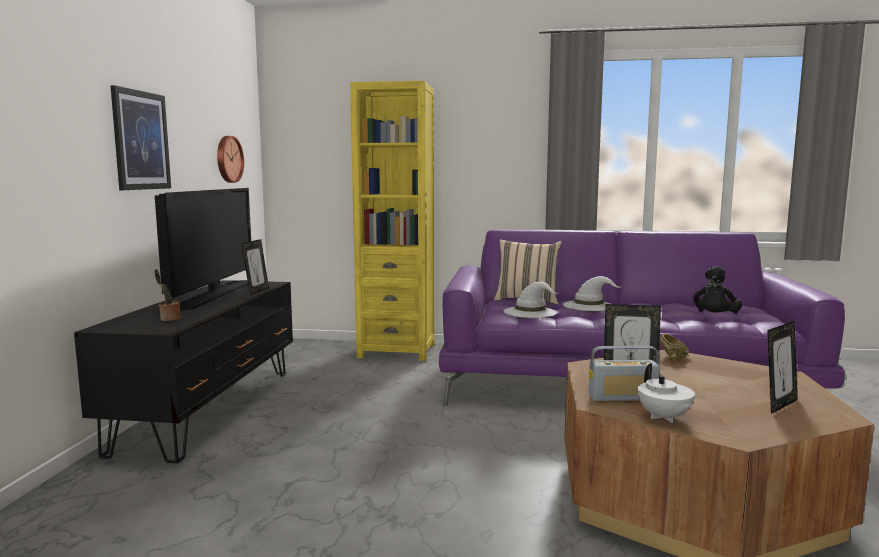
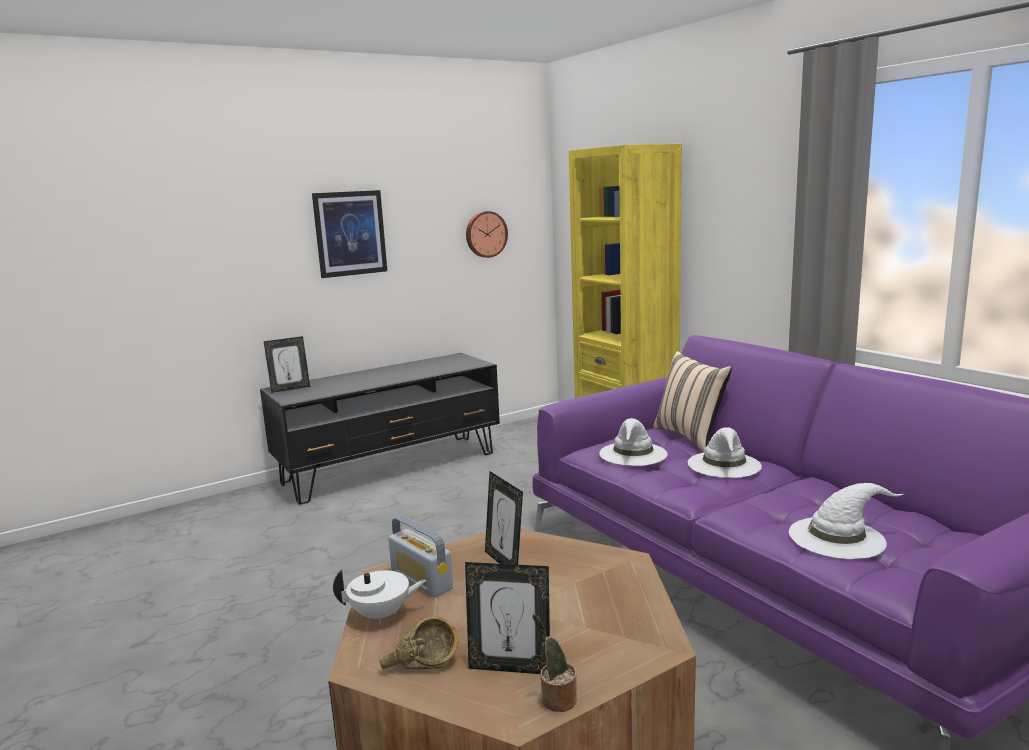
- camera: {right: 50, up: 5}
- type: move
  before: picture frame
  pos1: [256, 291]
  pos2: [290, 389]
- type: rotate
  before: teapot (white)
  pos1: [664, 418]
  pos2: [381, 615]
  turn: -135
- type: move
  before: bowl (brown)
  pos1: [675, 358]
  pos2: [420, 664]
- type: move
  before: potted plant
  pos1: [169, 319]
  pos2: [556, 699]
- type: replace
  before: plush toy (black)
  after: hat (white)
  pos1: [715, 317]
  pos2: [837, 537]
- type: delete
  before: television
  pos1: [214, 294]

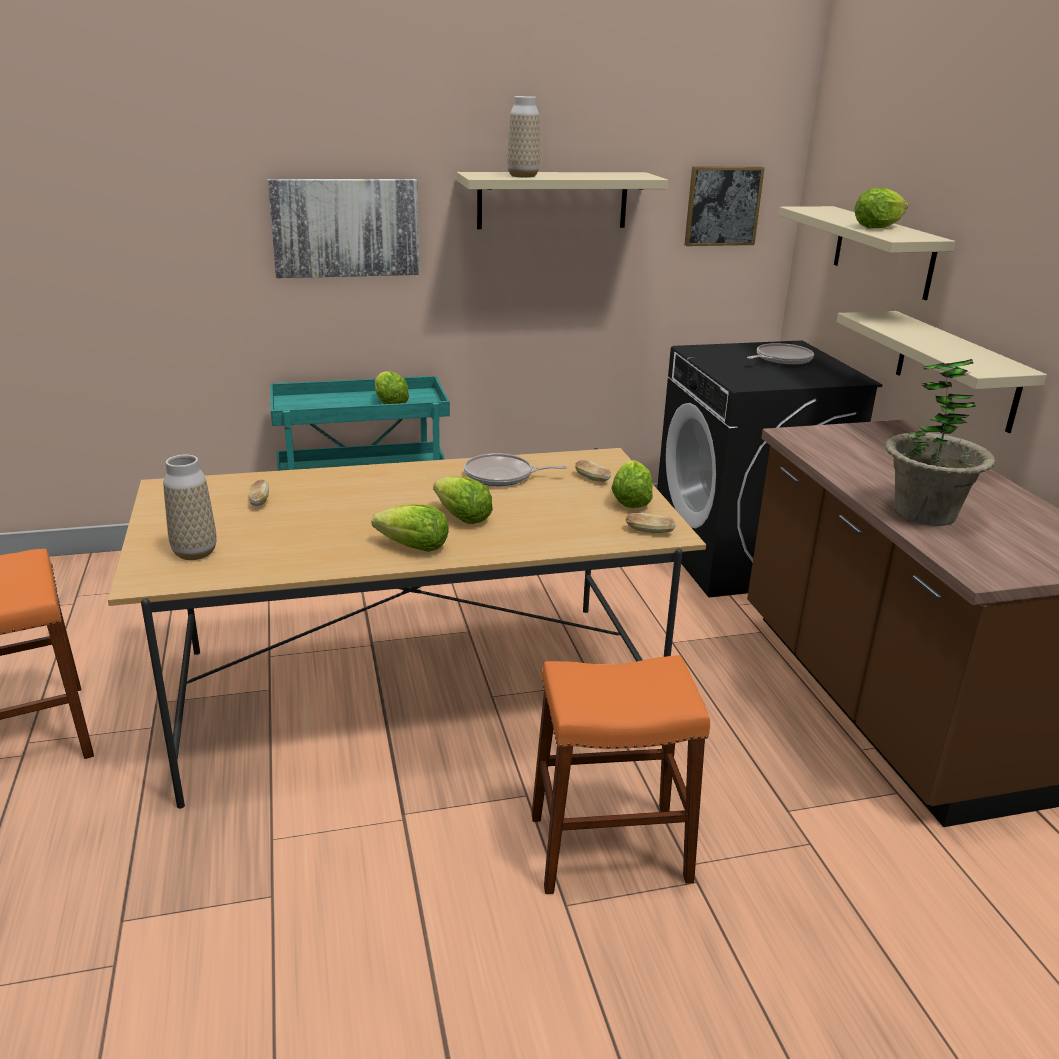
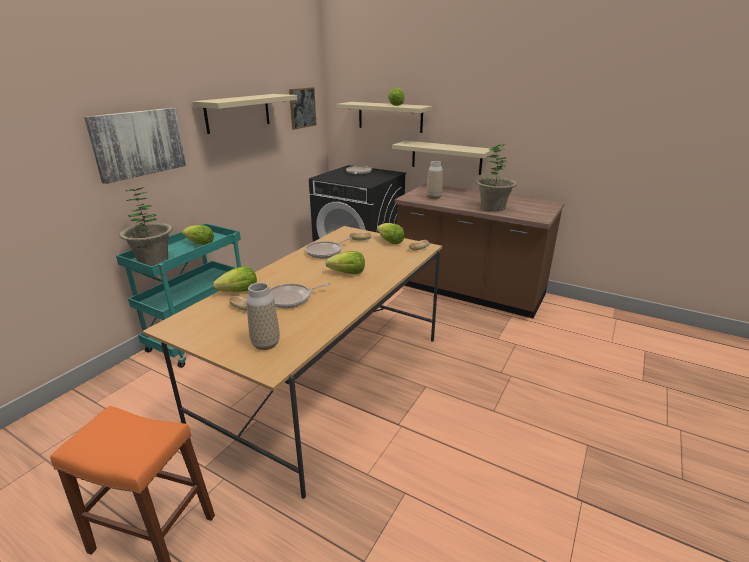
- camera: {right: -45, up: 0}
- type: insert
  after: potted plant
  pos2: [153, 260]
- type: move
  before: lettuce
  pos1: [414, 547]
  pos2: [239, 291]
- type: insert
  after: frying pan
  pos2: [291, 299]
- type: move
  before: vase
  pos1: [523, 176]
  pos2: [434, 197]
- type: delete
  before: stool (orange)
  pos1: [609, 848]

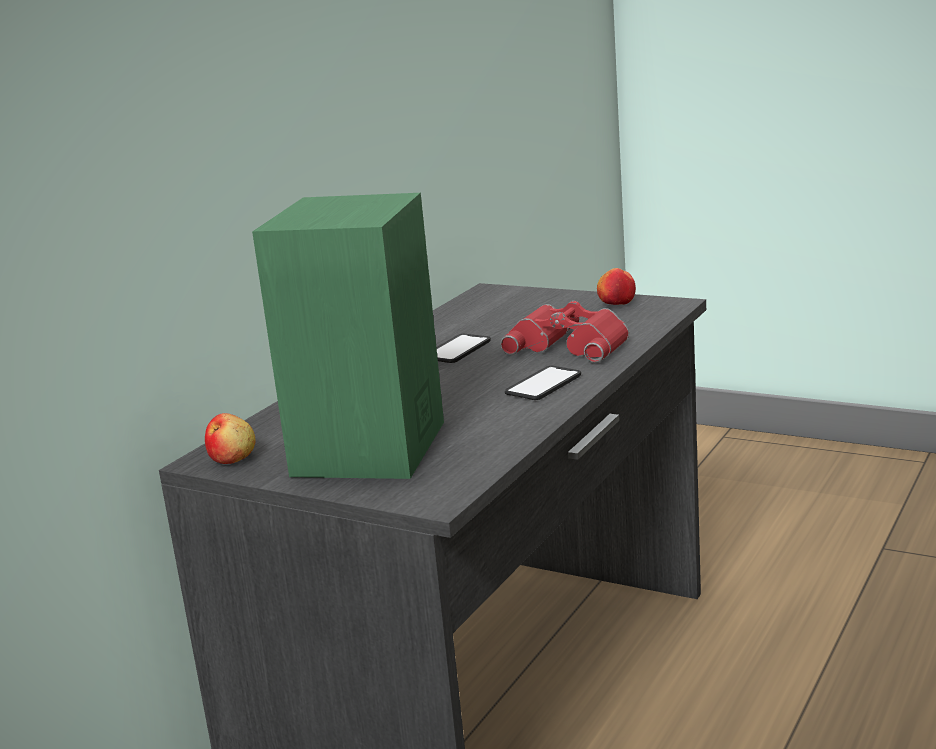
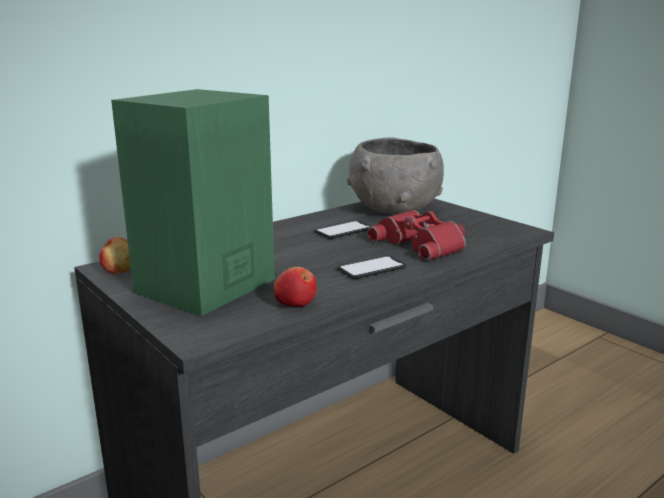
- camera: {right: 20, up: 0}
- type: move
  before: apple
  pos1: [616, 303]
  pos2: [295, 303]
- type: insert
  after: bowl (grey)
  pos2: [396, 210]

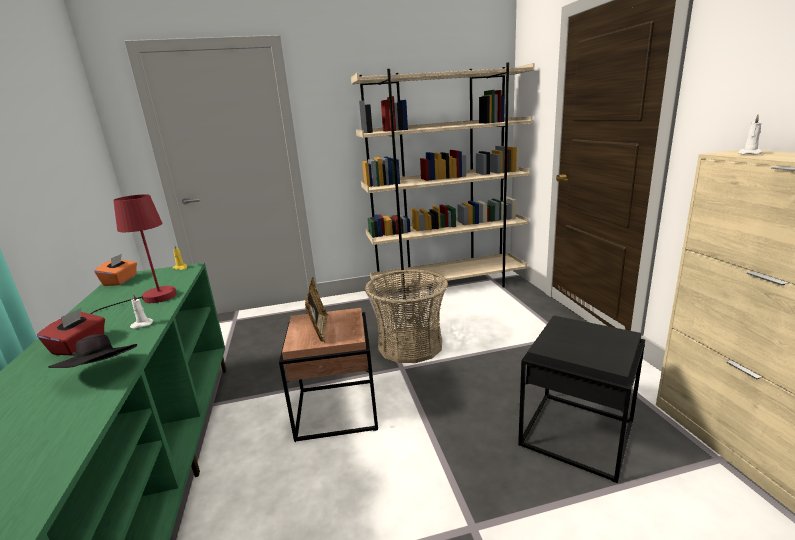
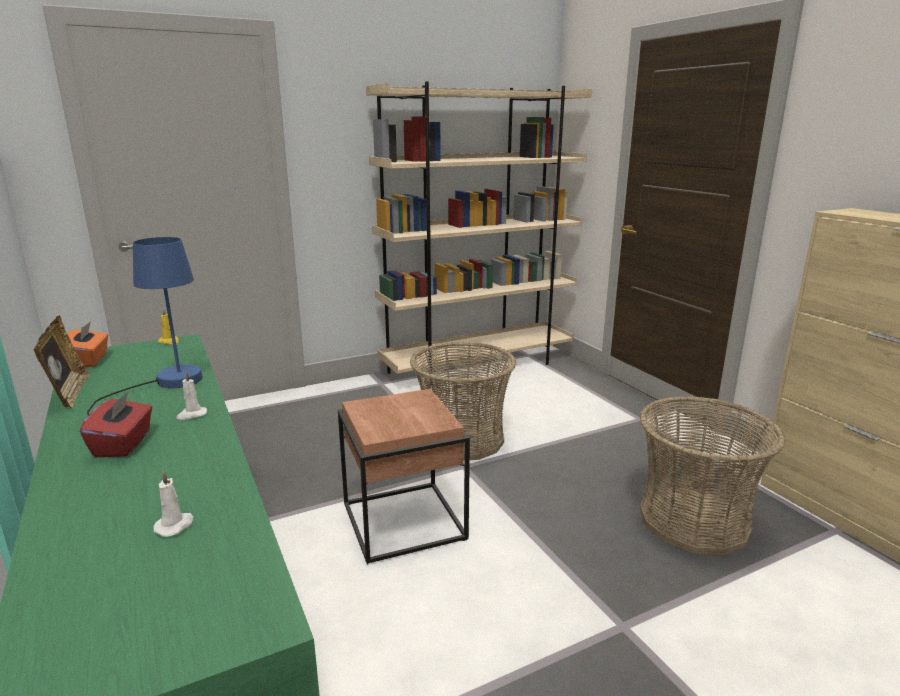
- camera: {right: -15, up: 0}
- type: move
  before: picture frame
  pos1: [319, 330]
  pos2: [69, 393]
- type: recolor
  before: table lamp (red)
  after: table lamp (blue)
  pos1: [149, 300]
  pos2: [166, 384]
- type: move
  before: candle (white)
  pos1: [749, 154]
  pos2: [175, 525]
- type: replace
  before: side table (black)
  after: basket
  pos1: [578, 434]
  pos2: [694, 520]
- type: delete
  before: hat (black)
  pos1: [102, 373]

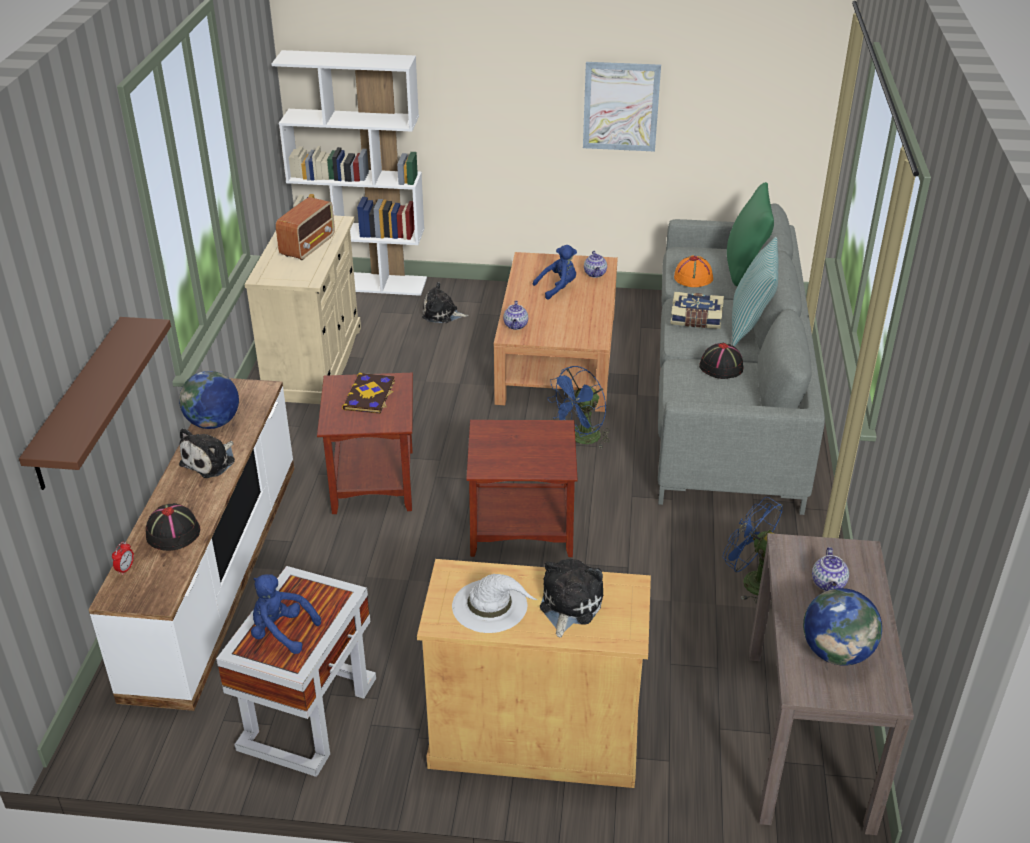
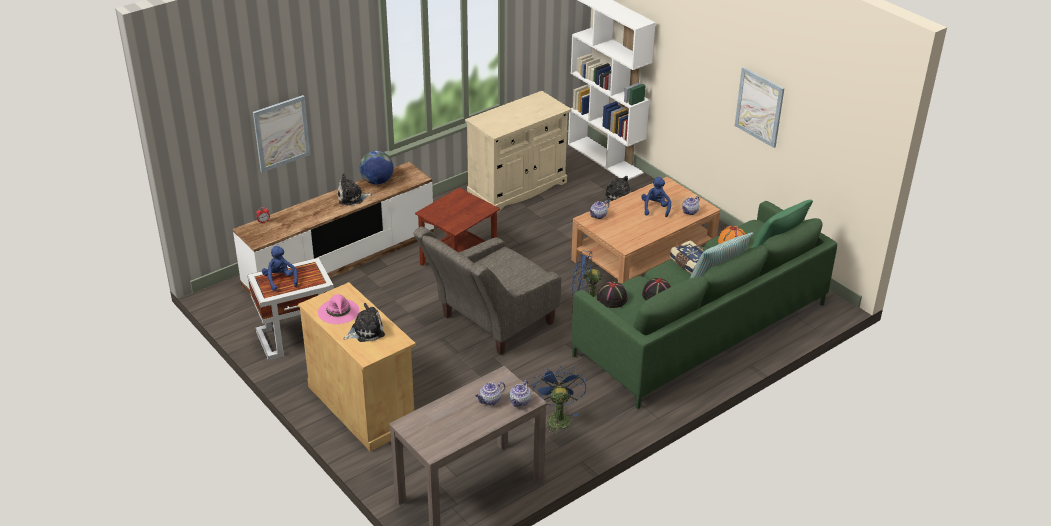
- camera: {right: 45, up: 0}
- type: replace
  before: shelf (brown)
  after: picture
  pos1: [79, 403]
  pos2: [281, 133]
- type: recolor
  before: hat (white)
  after: hat (pink)
  pos1: [491, 606]
  pos2: [339, 312]
- type: replace
  before: side table (brown)
  after: armchair (grey)
  pos1: [521, 530]
  pos2: [489, 324]
- type: insert
  after: teapot
  pos2: [520, 402]
- type: recolor
  before: sofa (grey)
  after: sofa (green)
  pos1: [724, 397]
  pos2: [701, 329]
- type: move
  before: hat (black)
  pos1: [173, 532]
  pos2: [612, 298]
- type: rotate
  before: plush toy (blue)
  pos1: [558, 288]
  pos2: [655, 208]
  turn: -105
- type: delete
  before: radio
  pos1: [308, 246]
- type: delete
  before: book
  pos1: [370, 395]
- type: delete
  before: globe
  pos1: [836, 652]

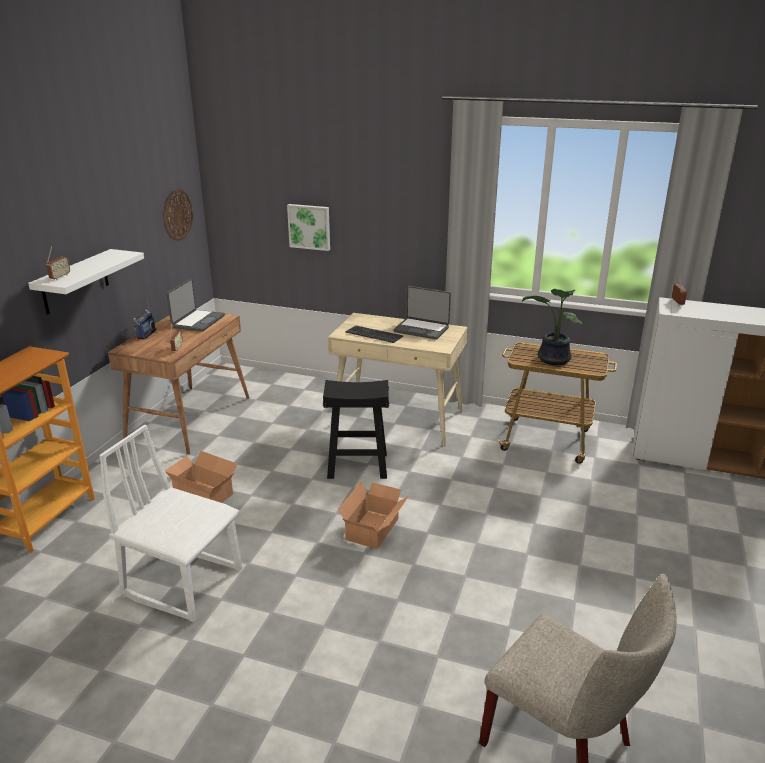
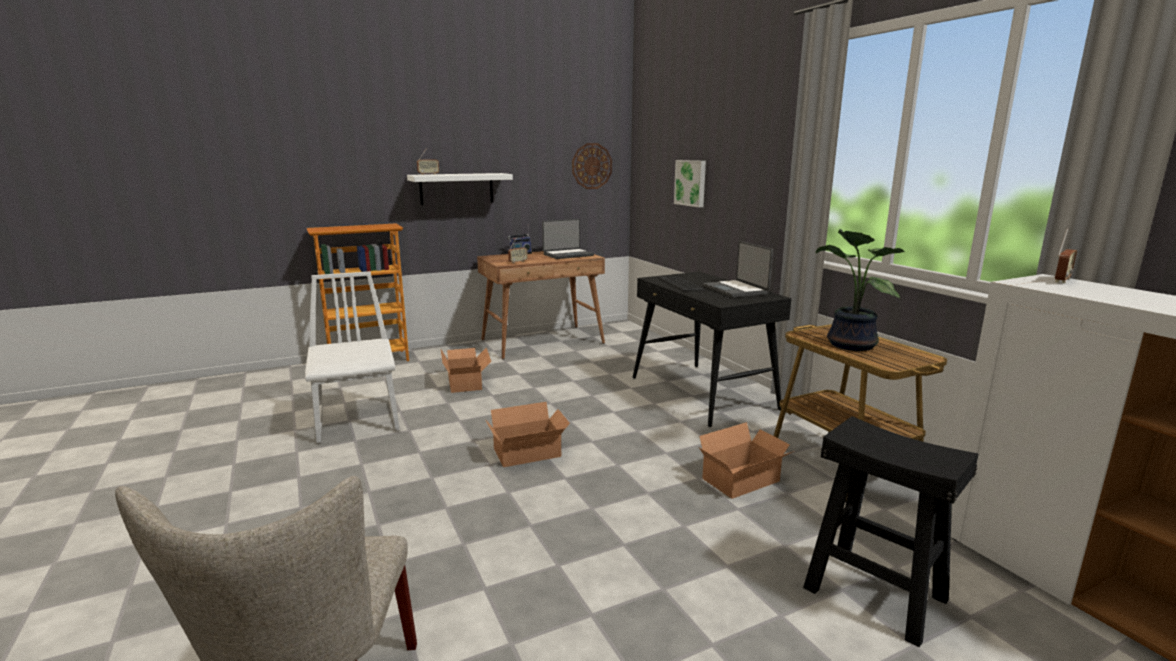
- camera: {right: 45, up: -10}
- type: recolor
  before: desk (beige)
  after: desk (black)
  pos1: [398, 418]
  pos2: [703, 393]
- type: insert
  after: cardboard box
  pos2: [744, 481]
- type: move
  before: stool (black)
  pos1: [357, 466]
  pos2: [873, 594]

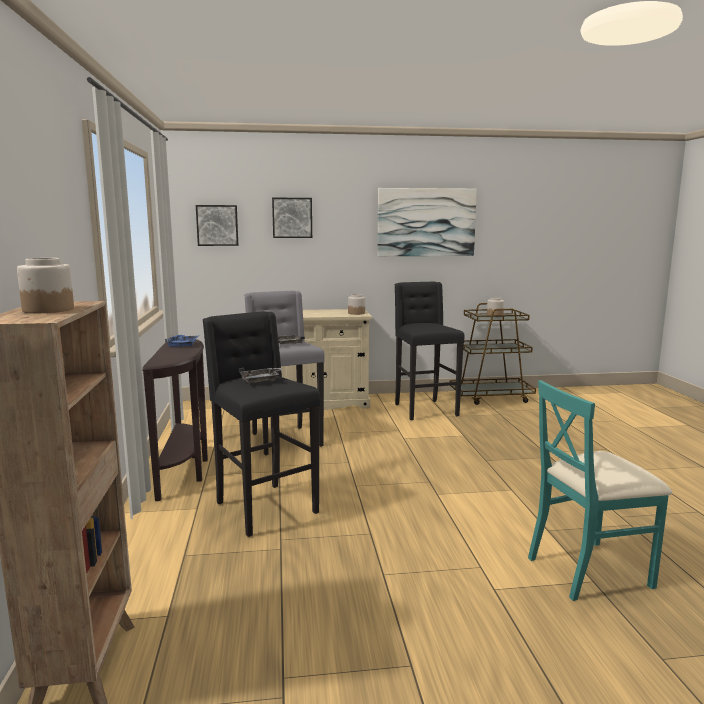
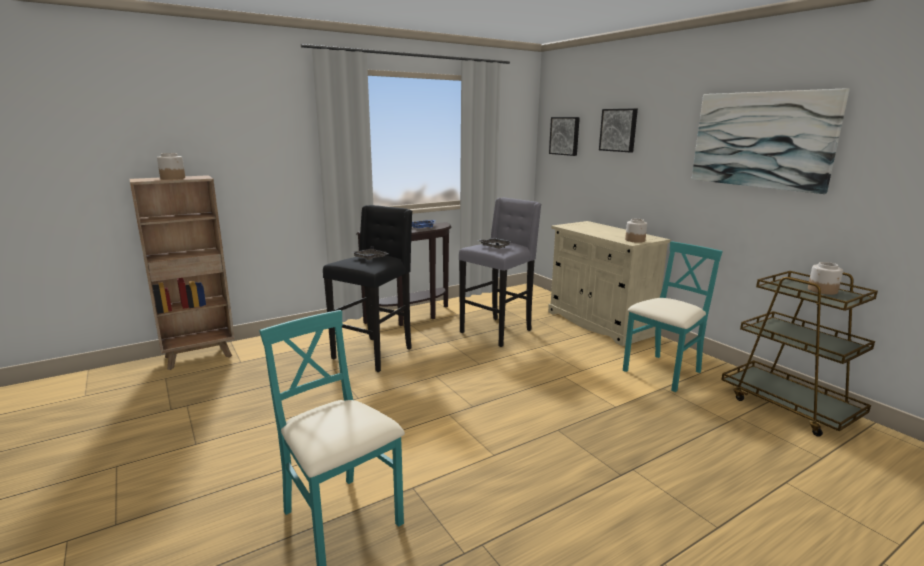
- camera: {right: 65, up: 5}
- type: replace
  before: stool (black)
  after: chair (turquoise)
  pos1: [424, 410]
  pos2: [663, 372]

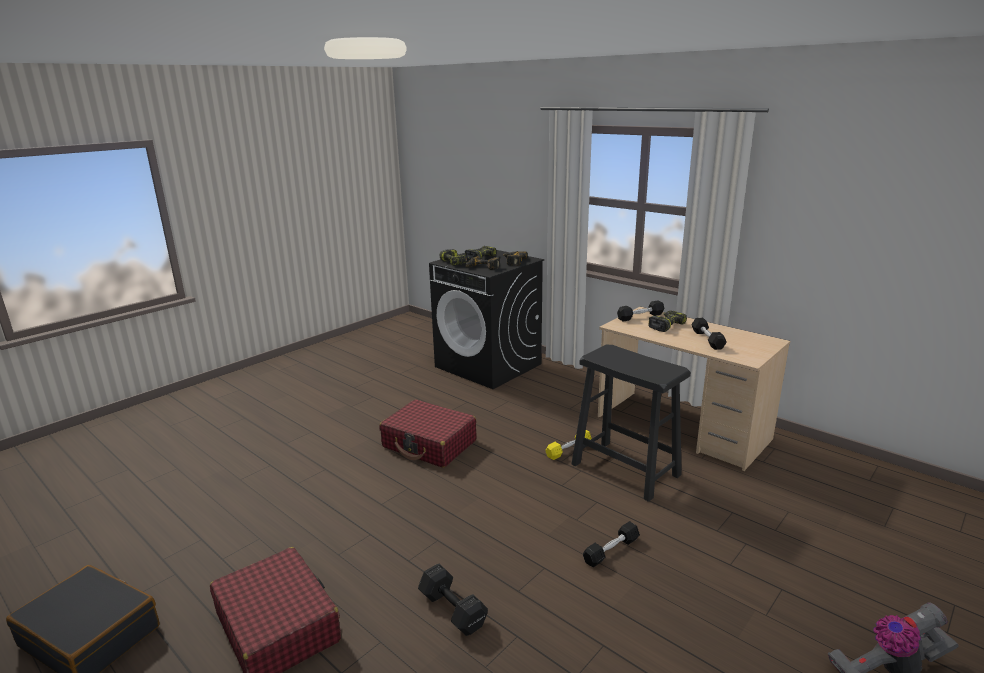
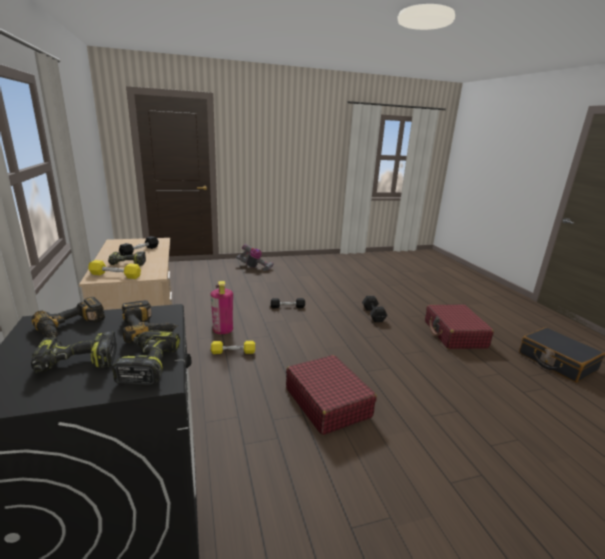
- camera: {right: -150, up: 0}
- type: recolor
  before: dumbbell (black)
  after: dumbbell (yellow)
  pos1: [640, 316]
  pos2: [115, 275]
- type: replace
  before: stool (black)
  after: fire extinguisher
  pos1: [625, 469]
  pos2: [223, 329]

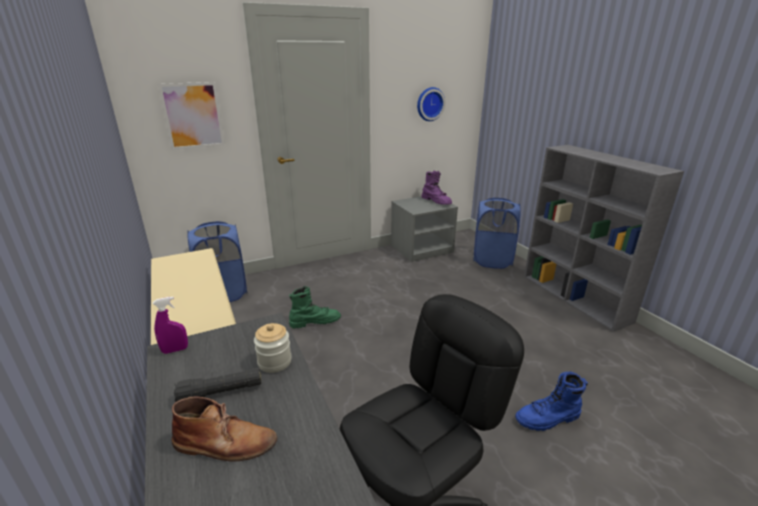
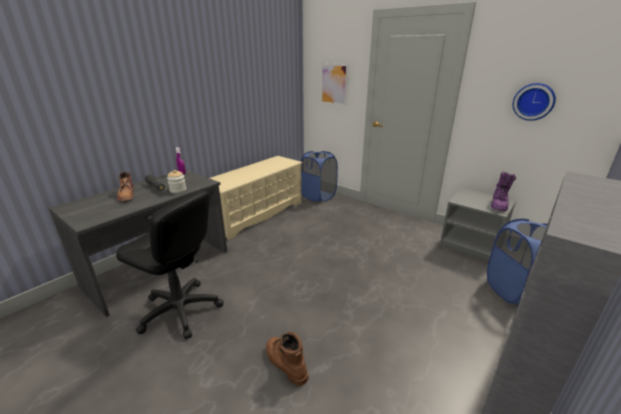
- camera: {right: 65, up: 0}
- type: recolor
  before: boot (blue)
  after: boot (brown)
  pos1: [548, 419]
  pos2: [285, 364]
- type: delete
  before: boot (green)
  pos1: [315, 322]

